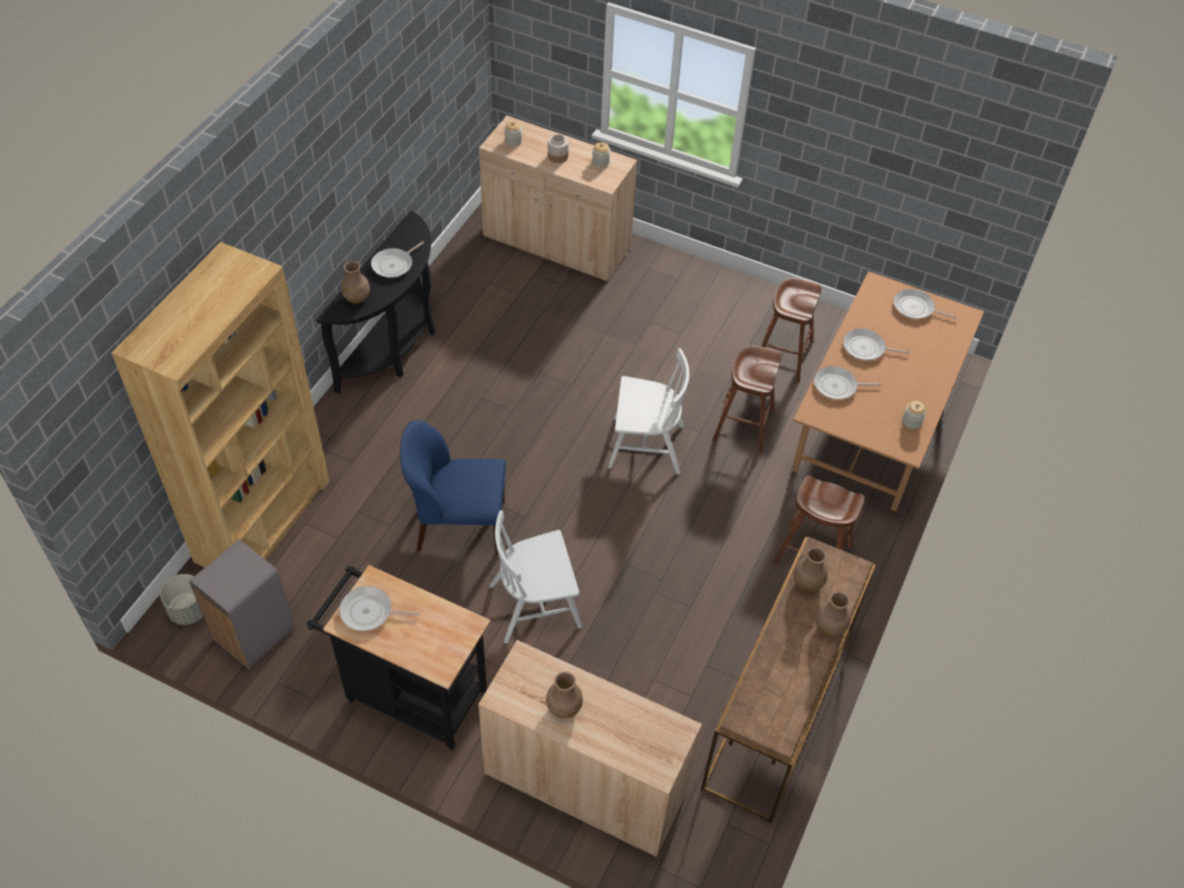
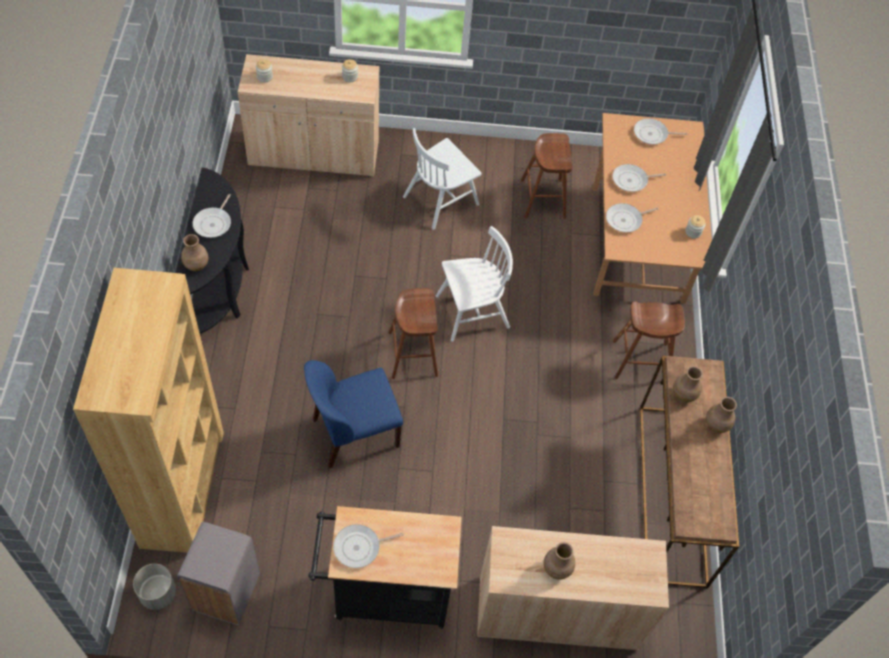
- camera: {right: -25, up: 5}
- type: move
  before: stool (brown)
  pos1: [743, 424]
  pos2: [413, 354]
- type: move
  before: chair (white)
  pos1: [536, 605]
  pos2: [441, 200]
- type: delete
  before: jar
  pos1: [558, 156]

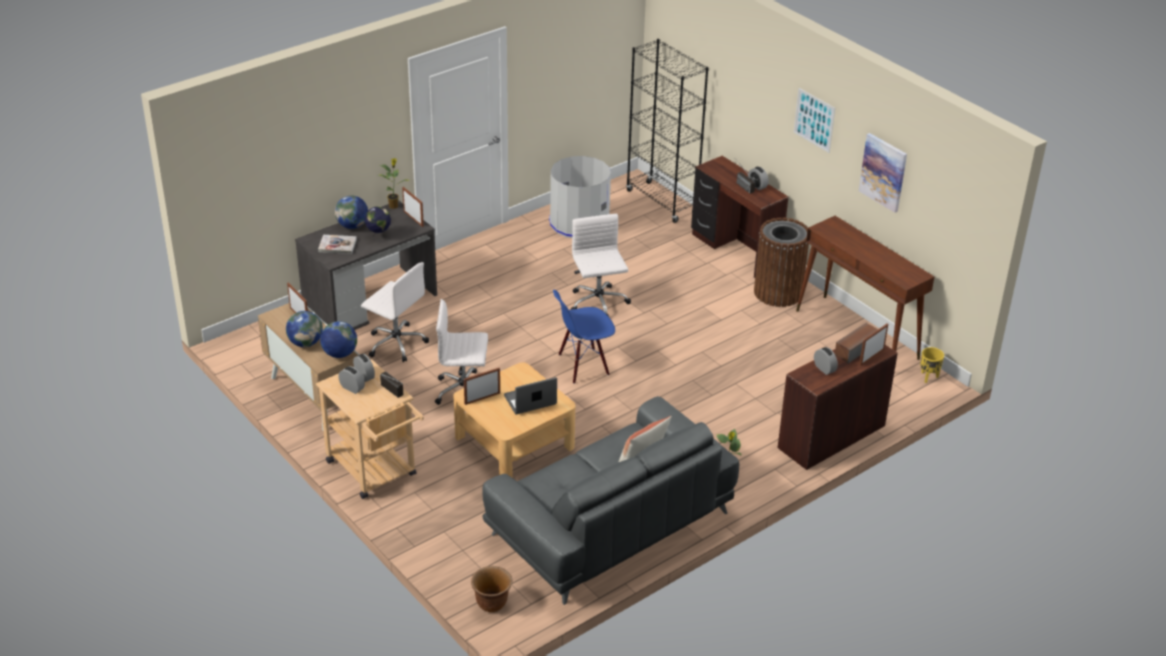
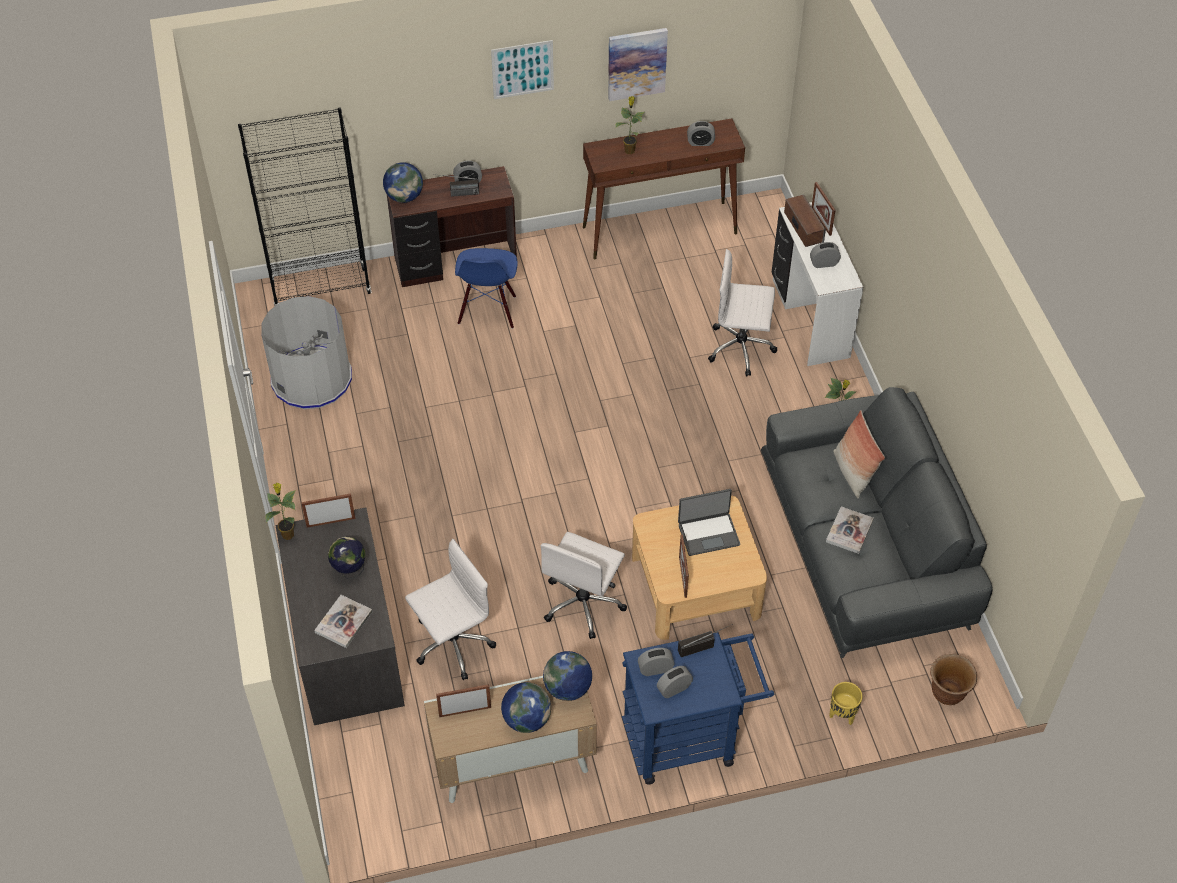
- camera: {right: -65, up: 15}
- type: move
  before: globe
  pos1: [352, 226]
  pos2: [404, 197]
- type: move
  before: chair (blue)
  pos1: [583, 365]
  pos2: [488, 311]
- type: insert
  after: potted plant
  pos2: [629, 150]
- type: recolor
  before: cart (beige)
  after: cart (blue)
  pos1: [375, 472]
  pos2: [689, 738]
- type: rotate
  before: laptop
  pos1: [530, 401]
  pos2: [708, 533]
  turn: -105
- type: insert
  after: alarm clock
  pos2: [700, 142]
- type: move
  before: office chair (white)
  pos1: [598, 303]
  pos2: [741, 348]
- type: recolor
  before: desk (brown)
  after: desk (white)
  pos1: [830, 436]
  pos2: [808, 318]
- type: insert
  after: book
  pos2: [849, 531]
- type: move
  before: planter (yellow)
  pos1: [928, 377]
  pos2: [842, 715]
- type: delete
  before: trash can (brown)
  pos1: [778, 292]

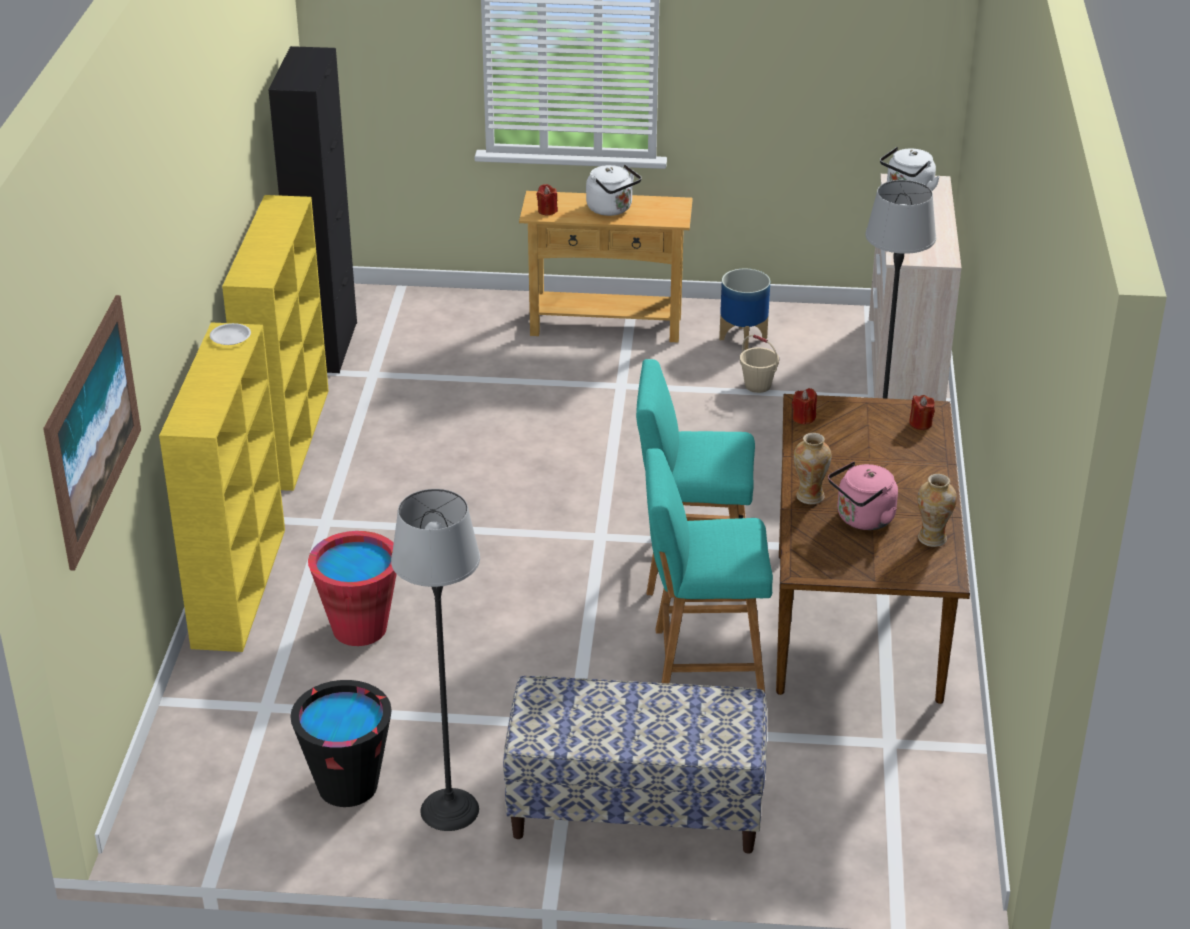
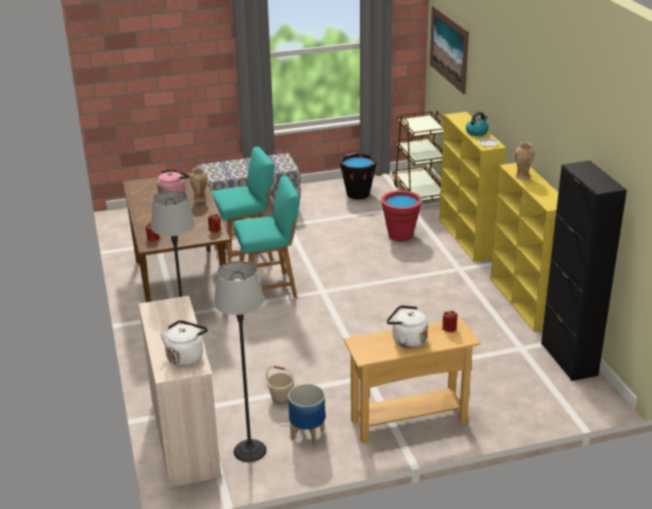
- camera: {right: 160, up: -5}
- type: move
  before: floor lamp
  pos1: [449, 810]
  pos2: [250, 450]
- type: insert
  after: cart (brown)
  pos2: [420, 192]
- type: insert
  after: kettle
  pos2: [477, 132]
- type: move
  before: vase
  pos1: [932, 538]
  pos2: [522, 176]

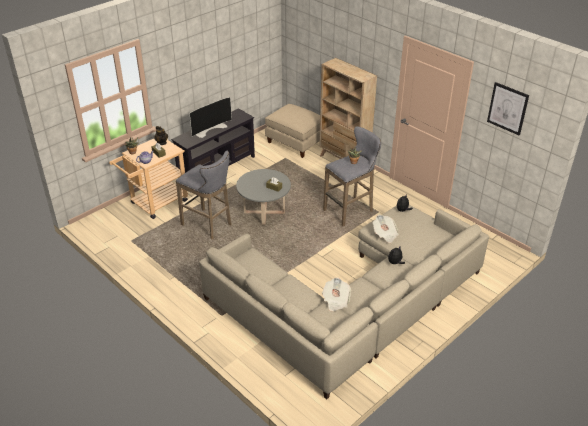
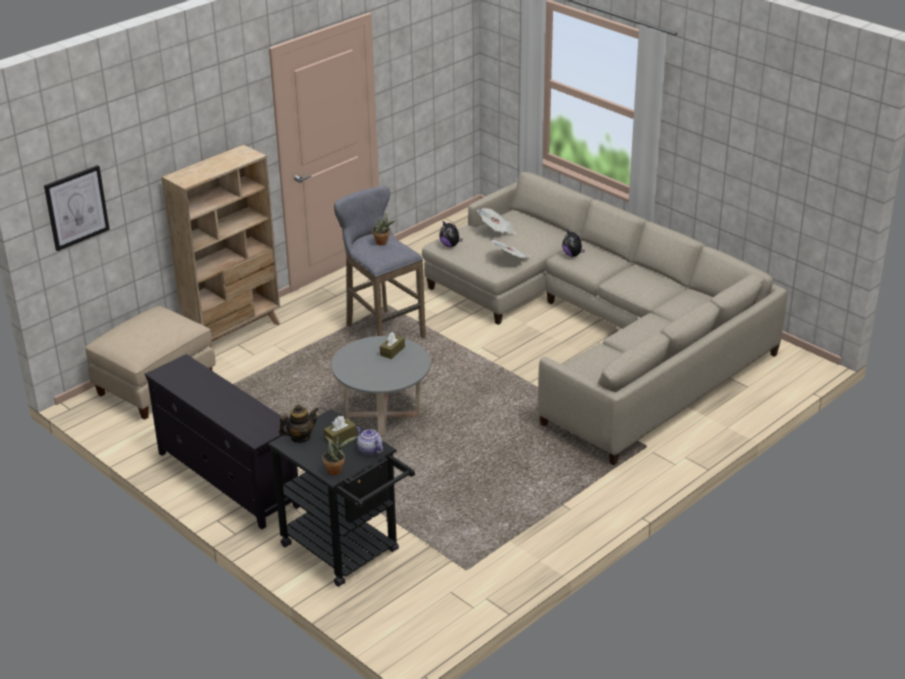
- camera: {right: -90, up: -5}
- type: move
  before: picture
  pos1: [507, 108]
  pos2: [76, 207]
- type: recolor
  before: cart (beige)
  after: cart (black)
  pos1: [155, 204]
  pos2: [347, 552]
- type: move
  before: newspaper
  pos1: [336, 300]
  pos2: [497, 231]
- type: delete
  before: stool (grey)
  pos1: [209, 225]
- type: delete
  before: television
  pos1: [210, 129]

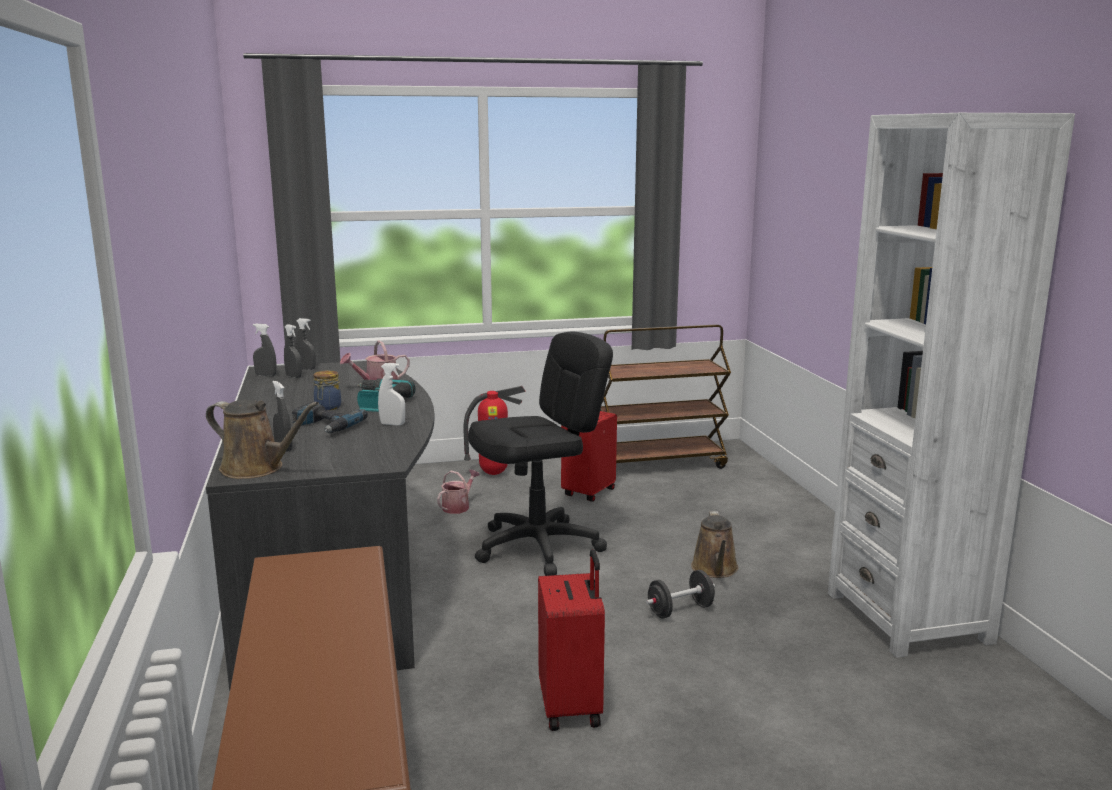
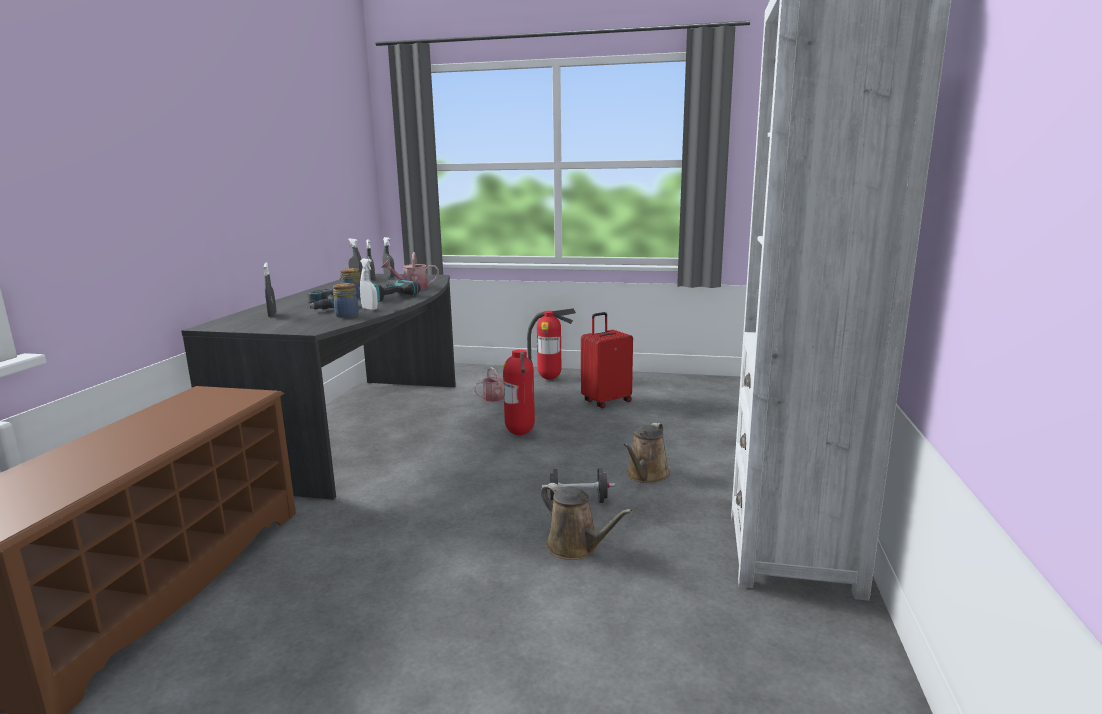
- camera: {right: 25, up: 0}
- type: insert
  after: jar
  pos2: [347, 315]
- type: replace
  before: office chair (black)
  after: fire extinguisher
  pos1: [538, 547]
  pos2: [521, 434]
- type: move
  before: watering can (brown)
  pos1: [257, 469]
  pos2: [576, 547]
- type: delete
  before: suitcase (red)
  pos1: [572, 707]
- type: delete
  before: cart (brown)
  pos1: [659, 464]

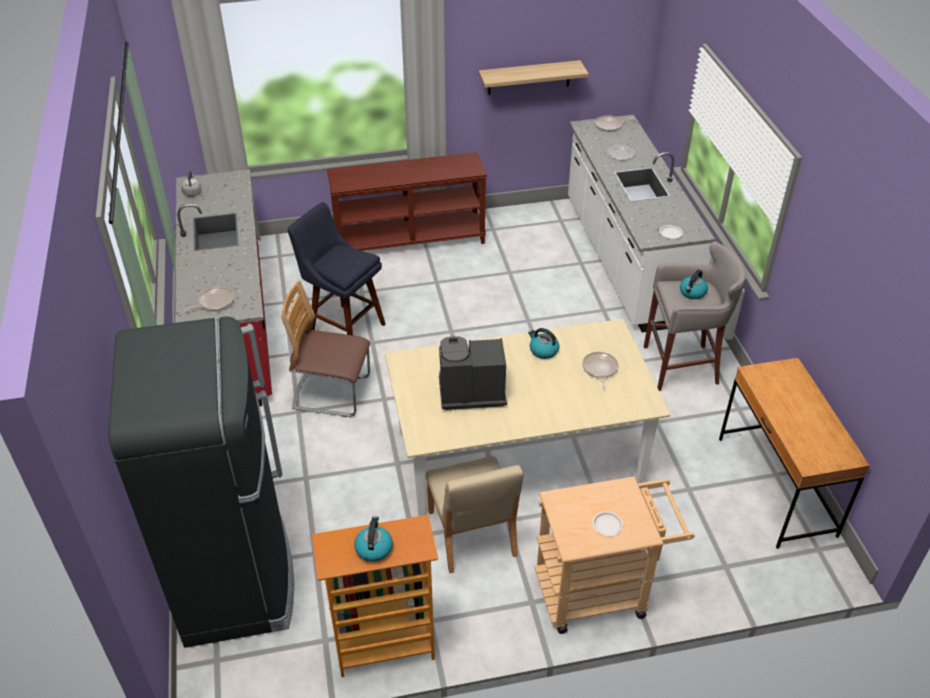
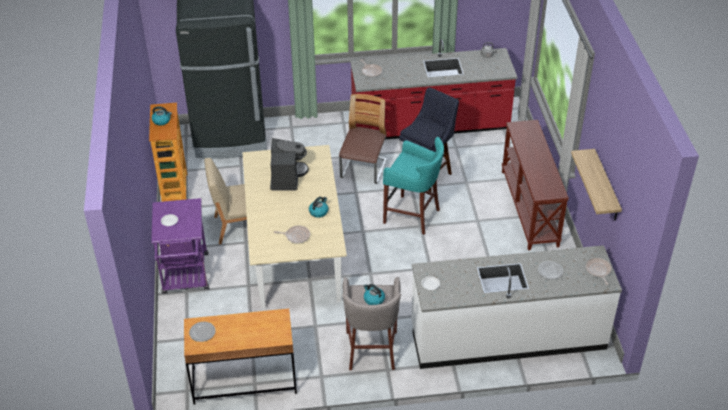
- camera: {right: 95, up: 0}
- type: recolor
  before: cart (beige)
  after: cart (purple)
  pos1: [600, 590]
  pos2: [185, 277]
- type: insert
  after: plate
  pos2: [202, 332]
- type: insert
  after: stool (turquoise)
  pos2: [413, 216]

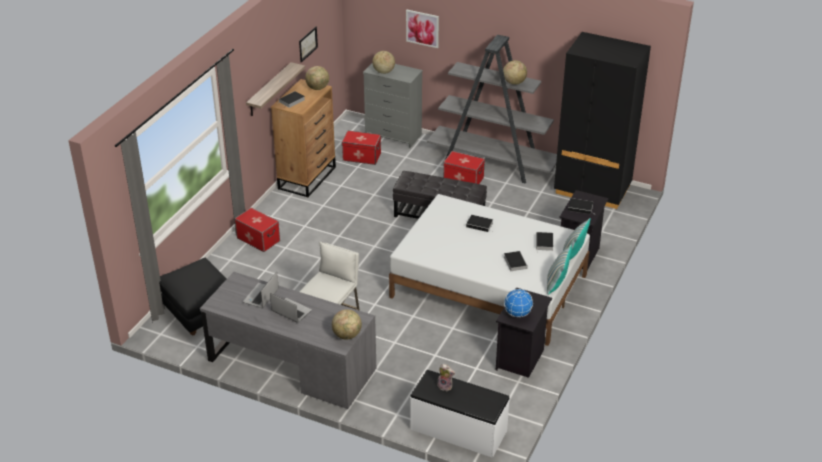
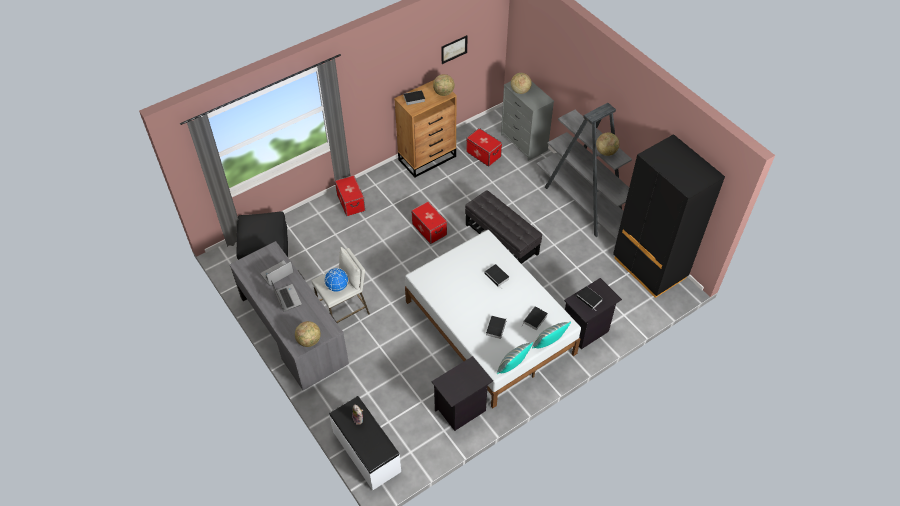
- camera: {right: 30, up: 15}
- type: move
  before: globe
  pos1: [517, 314]
  pos2: [337, 287]
- type: move
  before: storage box
  pos1: [463, 179]
  pos2: [429, 229]
- type: delete
  before: shelf
  pos1: [269, 90]
- type: delete
  before: picture
  pos1: [422, 28]

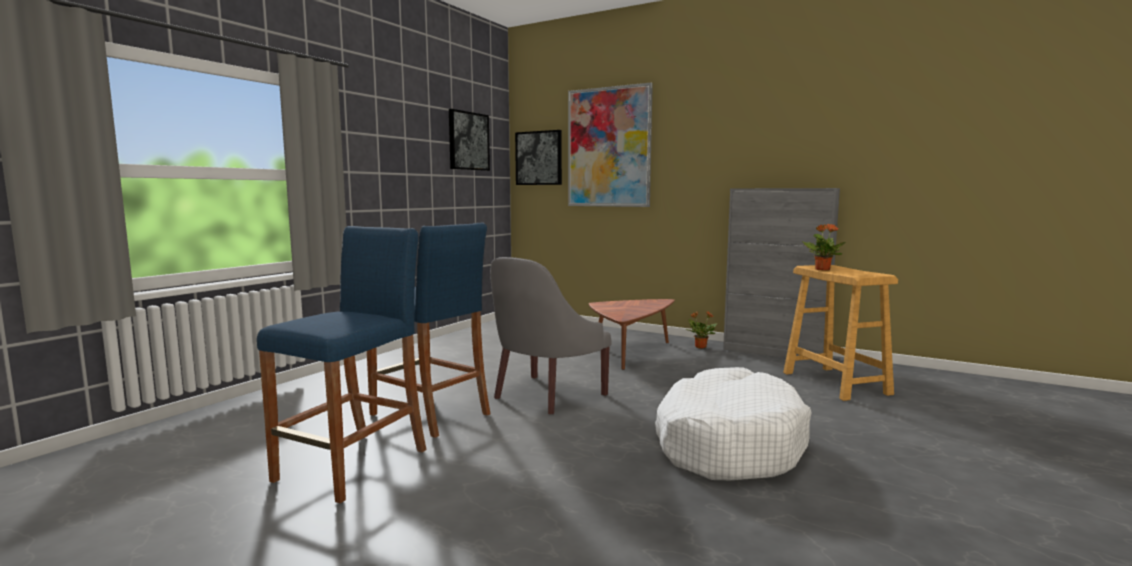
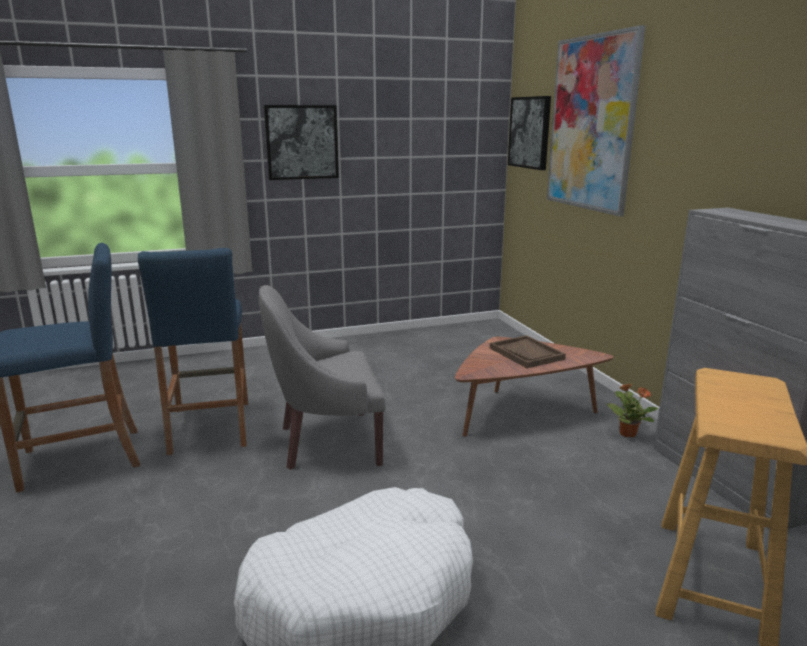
- camera: {right: 40, up: 10}
- type: move
  before: picture
  pos1: [468, 141]
  pos2: [301, 142]
- type: insert
  after: tray (brown)
  pos2: [526, 353]
- type: delete
  before: potted plant
  pos1: [822, 269]

